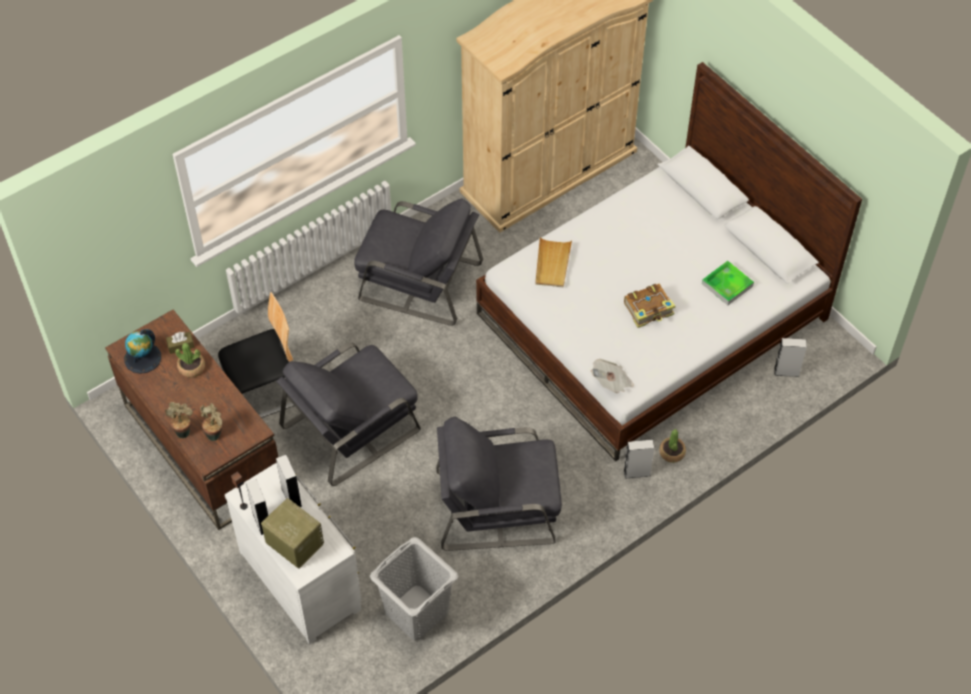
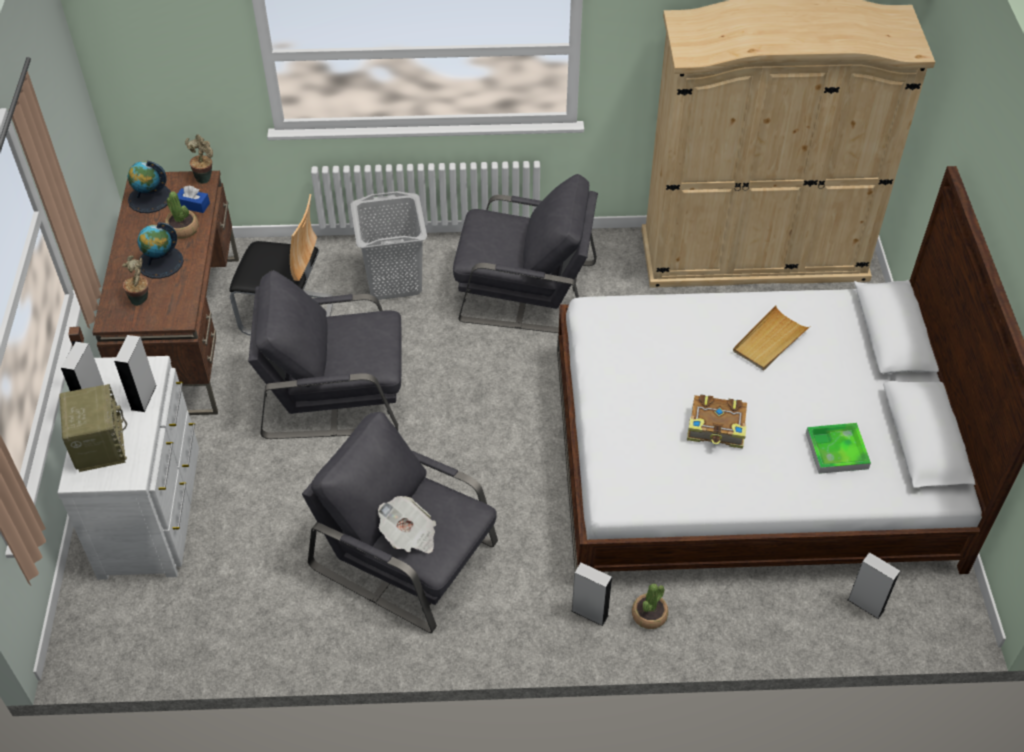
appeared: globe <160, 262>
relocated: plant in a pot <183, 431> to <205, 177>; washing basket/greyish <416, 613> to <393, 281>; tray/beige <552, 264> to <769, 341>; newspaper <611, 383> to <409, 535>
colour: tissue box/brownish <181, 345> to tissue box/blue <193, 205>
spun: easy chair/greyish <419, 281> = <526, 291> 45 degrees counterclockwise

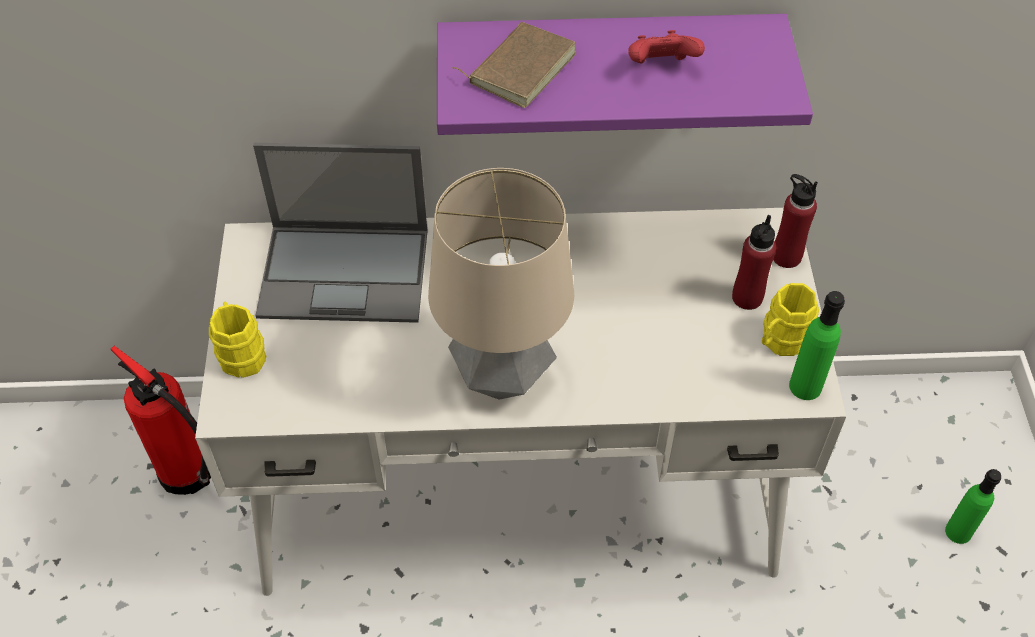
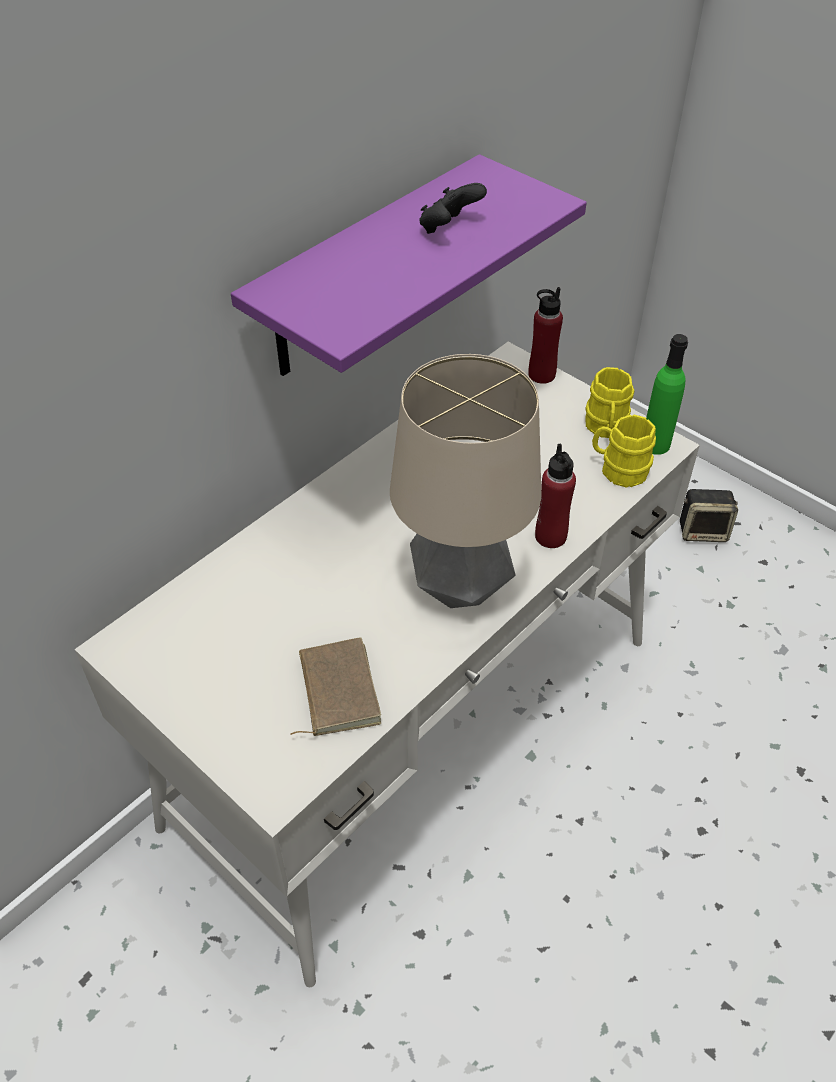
missing: fire extinguisher <189, 476>; portable computer <347, 273>
relocated: tea mug/yellow-coloured <241, 352> to <618, 470>; bound book/brownish <520, 67> to <335, 690>; bottle/reddish <747, 297> to <550, 536>
exchanged: bottle/green <958, 532> to audio speaker <703, 531>
colour: gamepad/reddish <661, 67> to gamepad/black <449, 228>

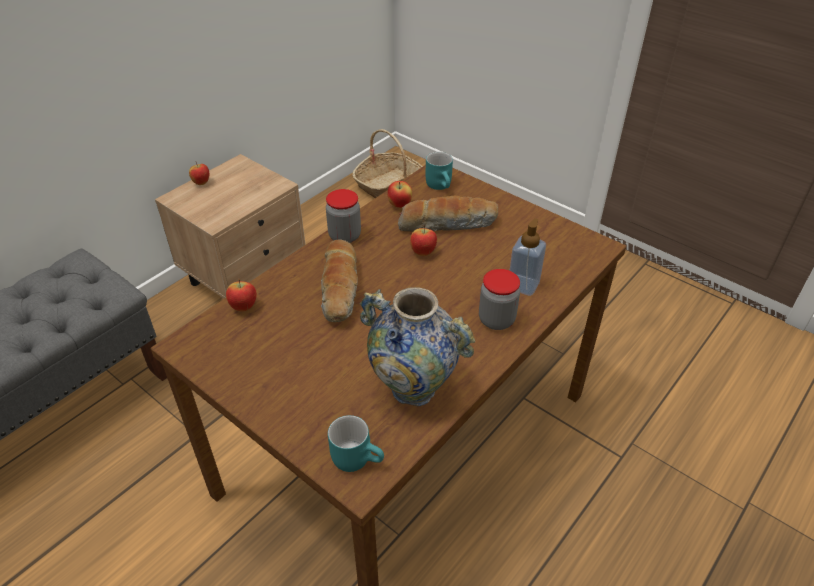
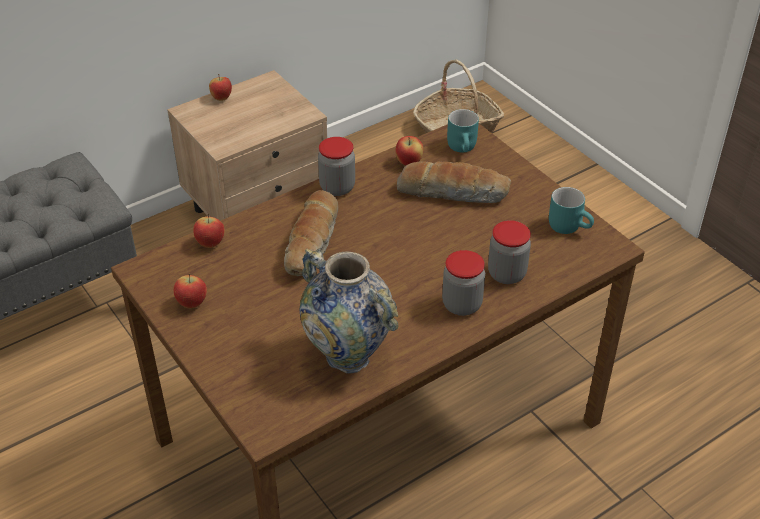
relocated: tea mug/turquoise-coloured <357, 457> to <570, 226>; whole apple <423, 253> to <192, 304>
exchanged: soap dispenser <523, 285> to preserve jar <506, 274>

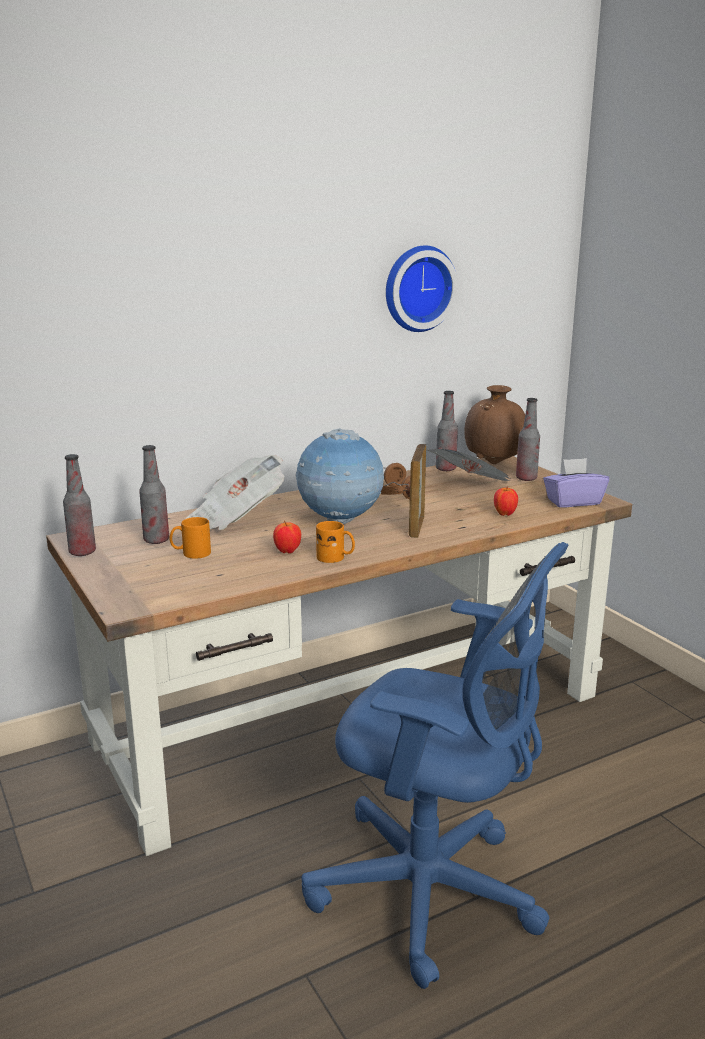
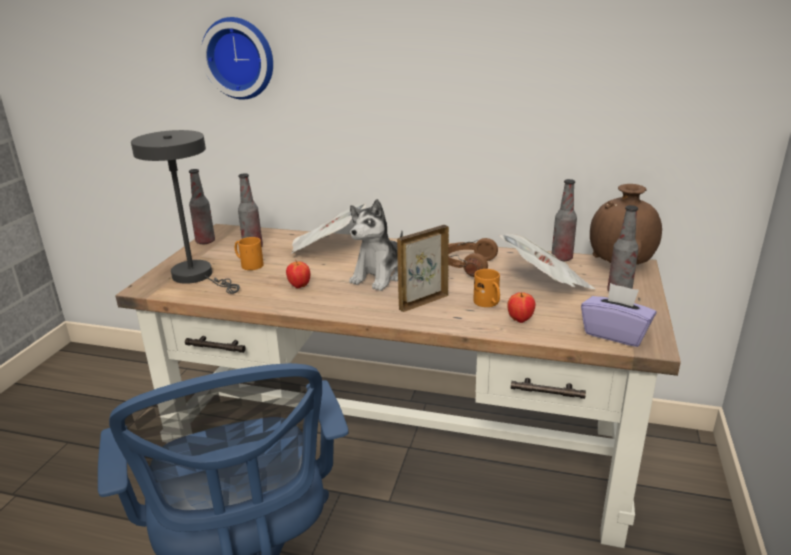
appeared: table lamp/greyish <198, 276>
relocated: tea mug/orange <336, 558> to <489, 303>; wall clock <417, 288> to <240, 58>
exchanged: globe <340, 521> to soft toy <381, 276>

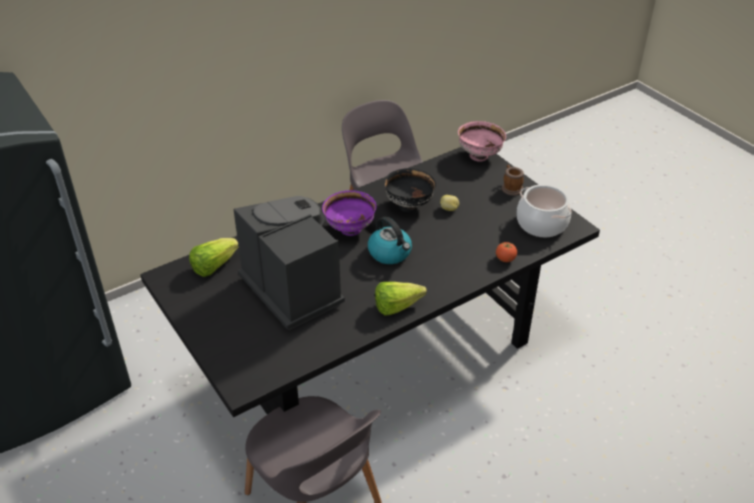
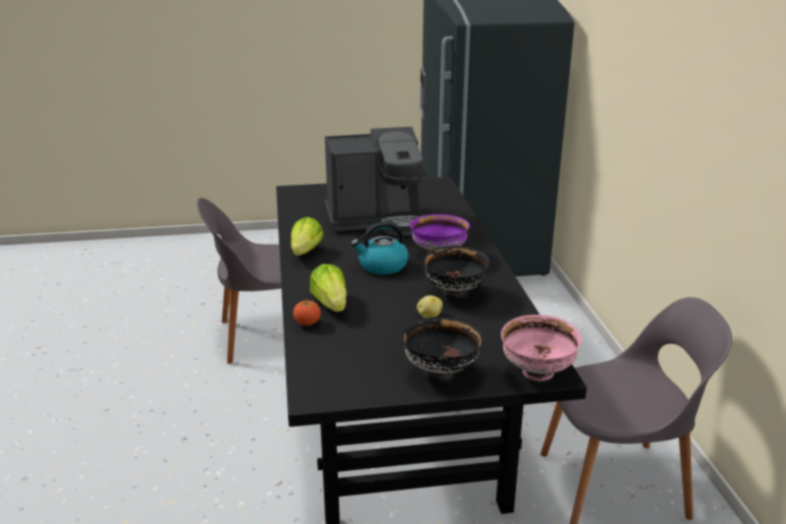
missing: cooking pot <541, 223>
relocated: lettuce <214, 266> to <331, 304>
exchanged: tea mug <511, 188> to deep dish/black <440, 373>

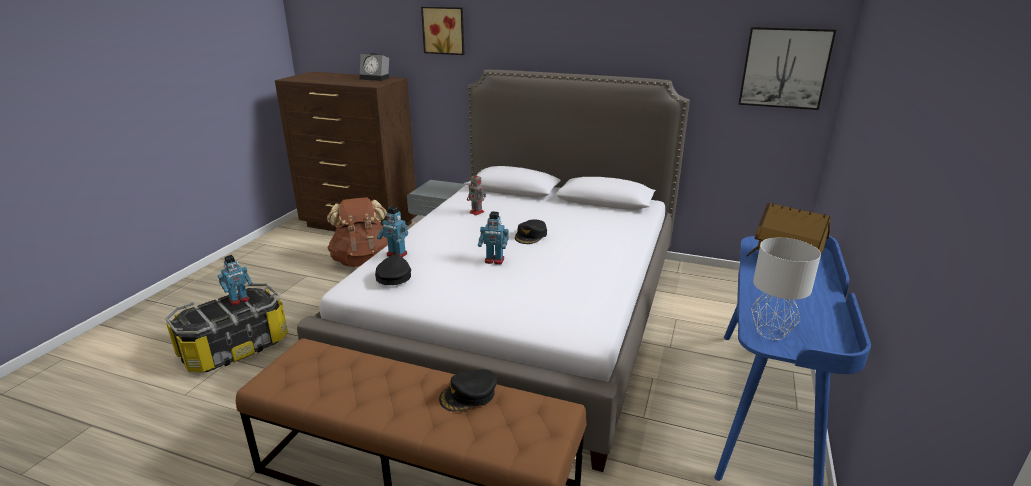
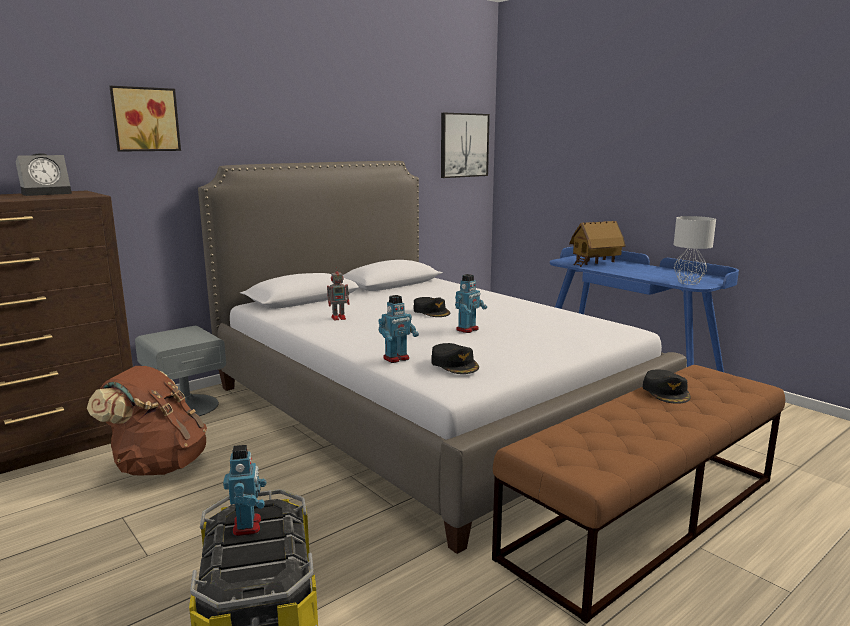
spun: baseball cap/black <393, 275> = <455, 364> 150 degrees counterclockwise

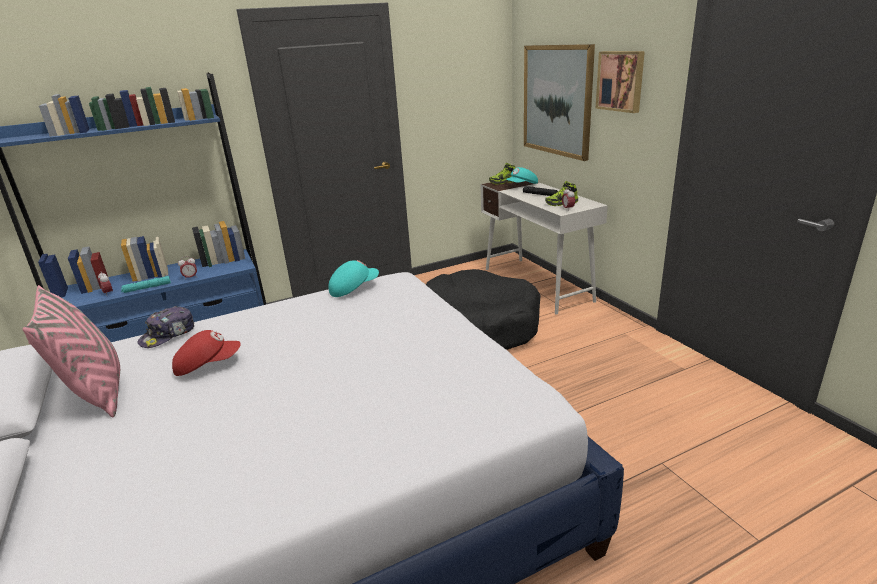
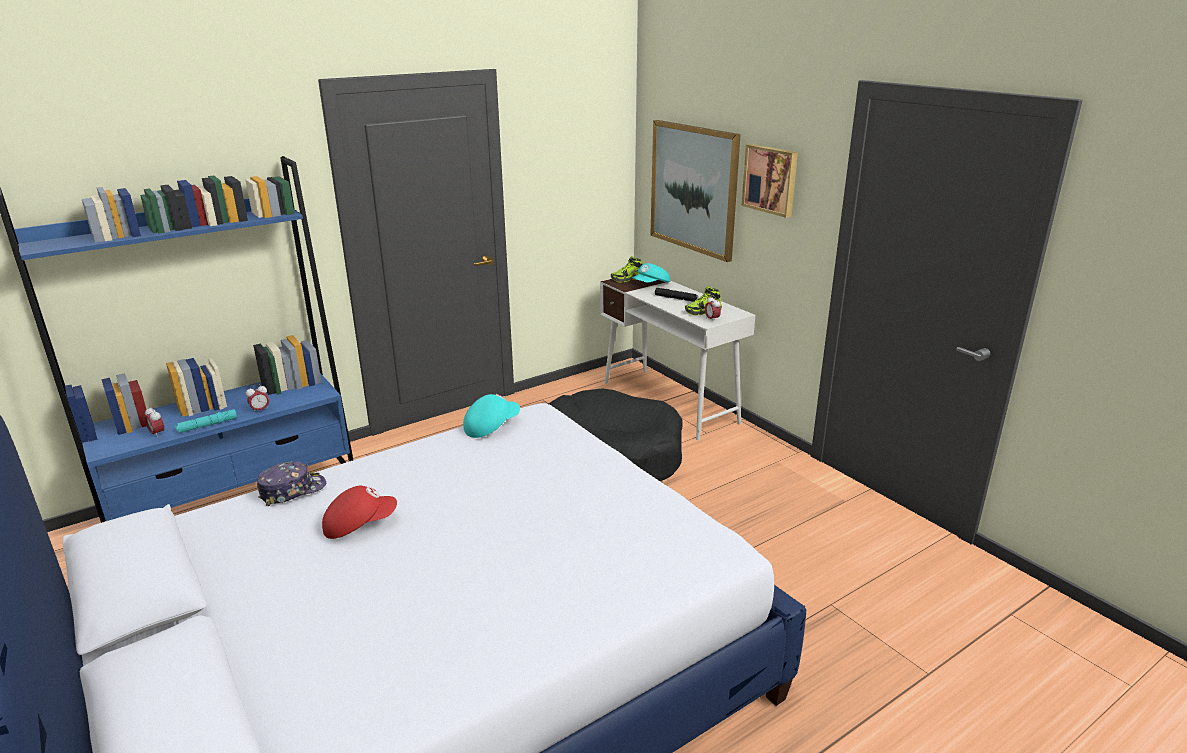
missing: pillow/pinkish <97, 393>
spun: baseball cap <168, 335> = <292, 490> 150 degrees counterclockwise

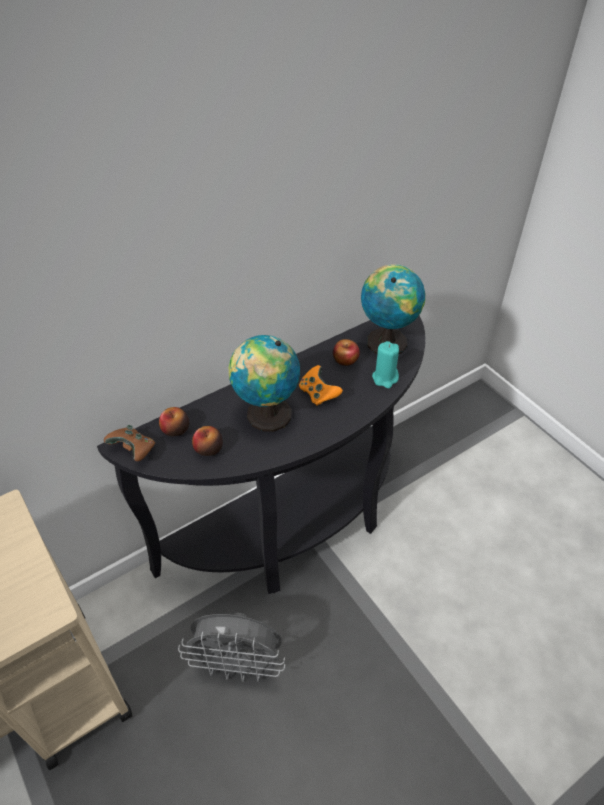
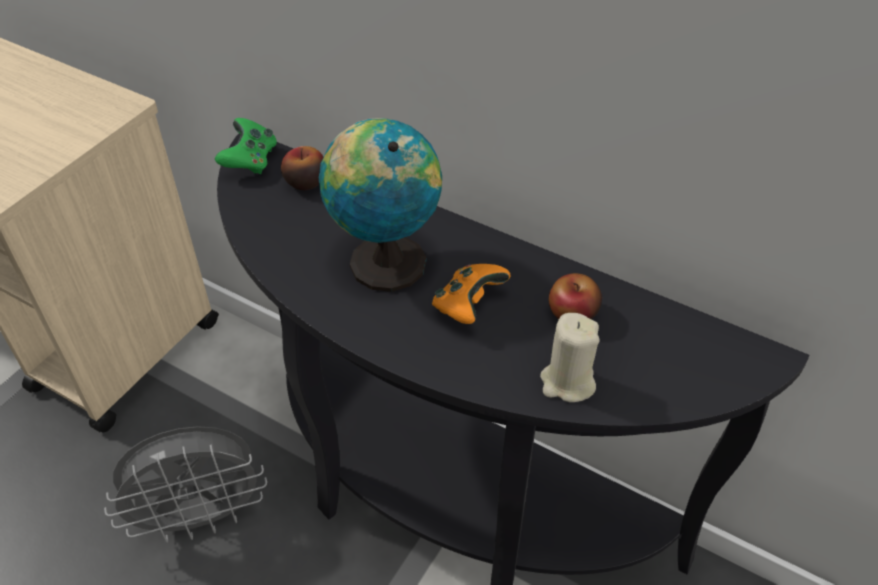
missing: whole apple <208, 448>; globe <387, 340>
colour: gamepad/brownish <134, 450> to gamepad/green <250, 161>; candle/turquoise-coloured <385, 378> to candle/beige <567, 382>
spun: electric fan/greyish <238, 665> = <201, 517> 90 degrees counterclockwise

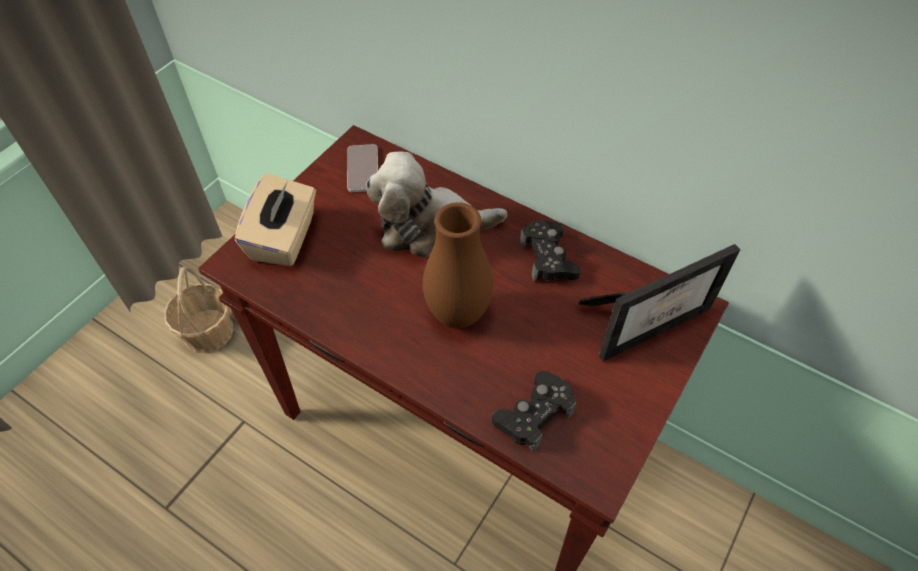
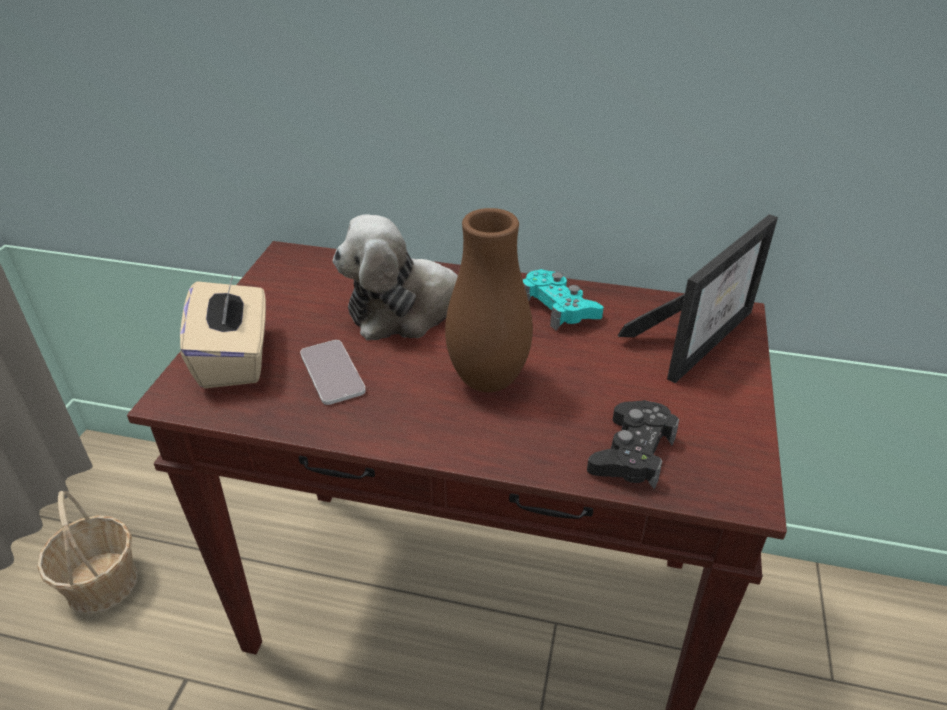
relocated: phone <363, 169> to <332, 373>
colour: gamepad/black <548, 258> to gamepad/turquoise-coloured <559, 308>

